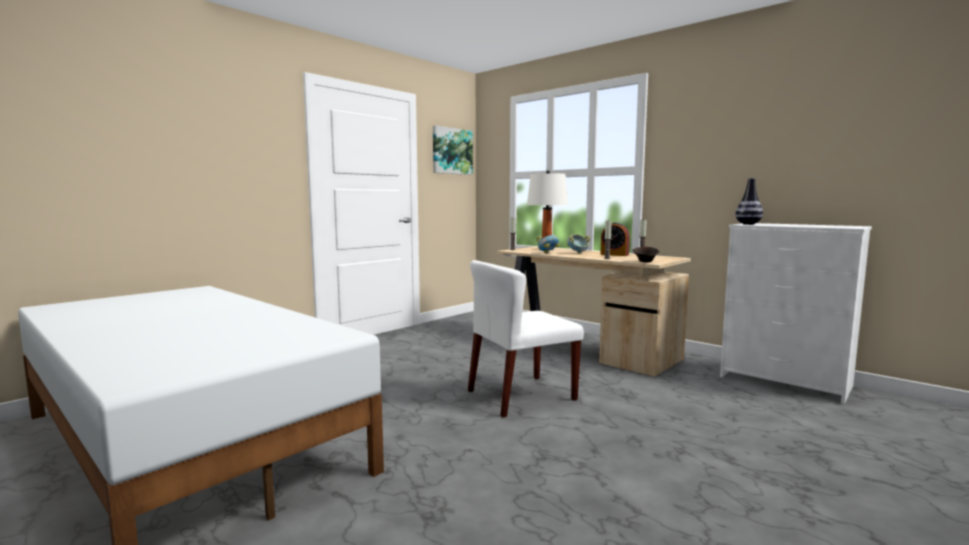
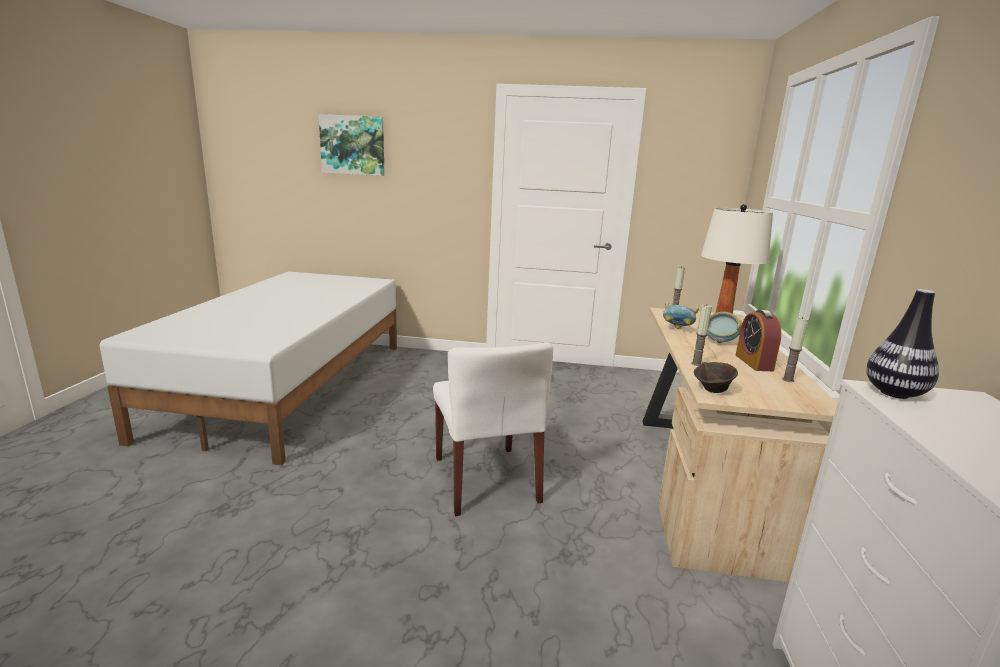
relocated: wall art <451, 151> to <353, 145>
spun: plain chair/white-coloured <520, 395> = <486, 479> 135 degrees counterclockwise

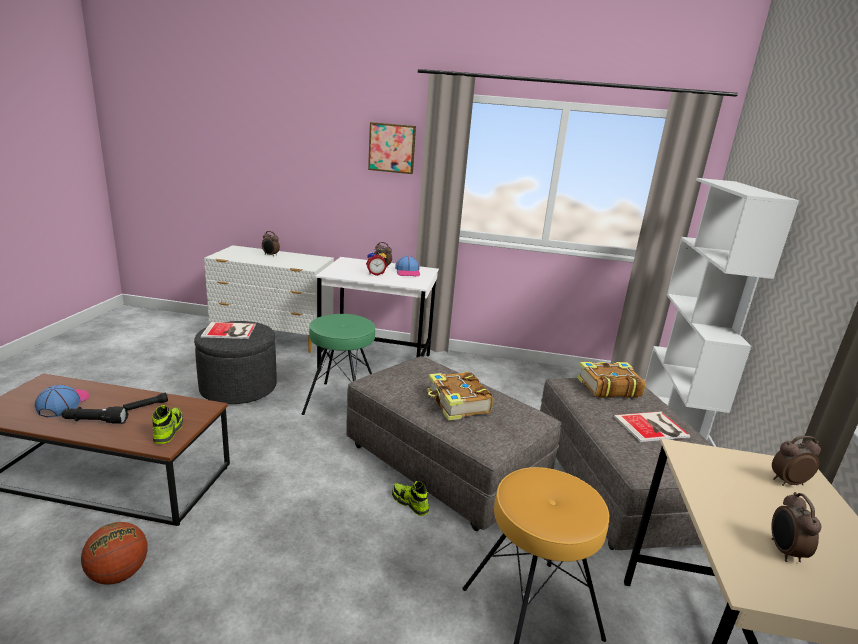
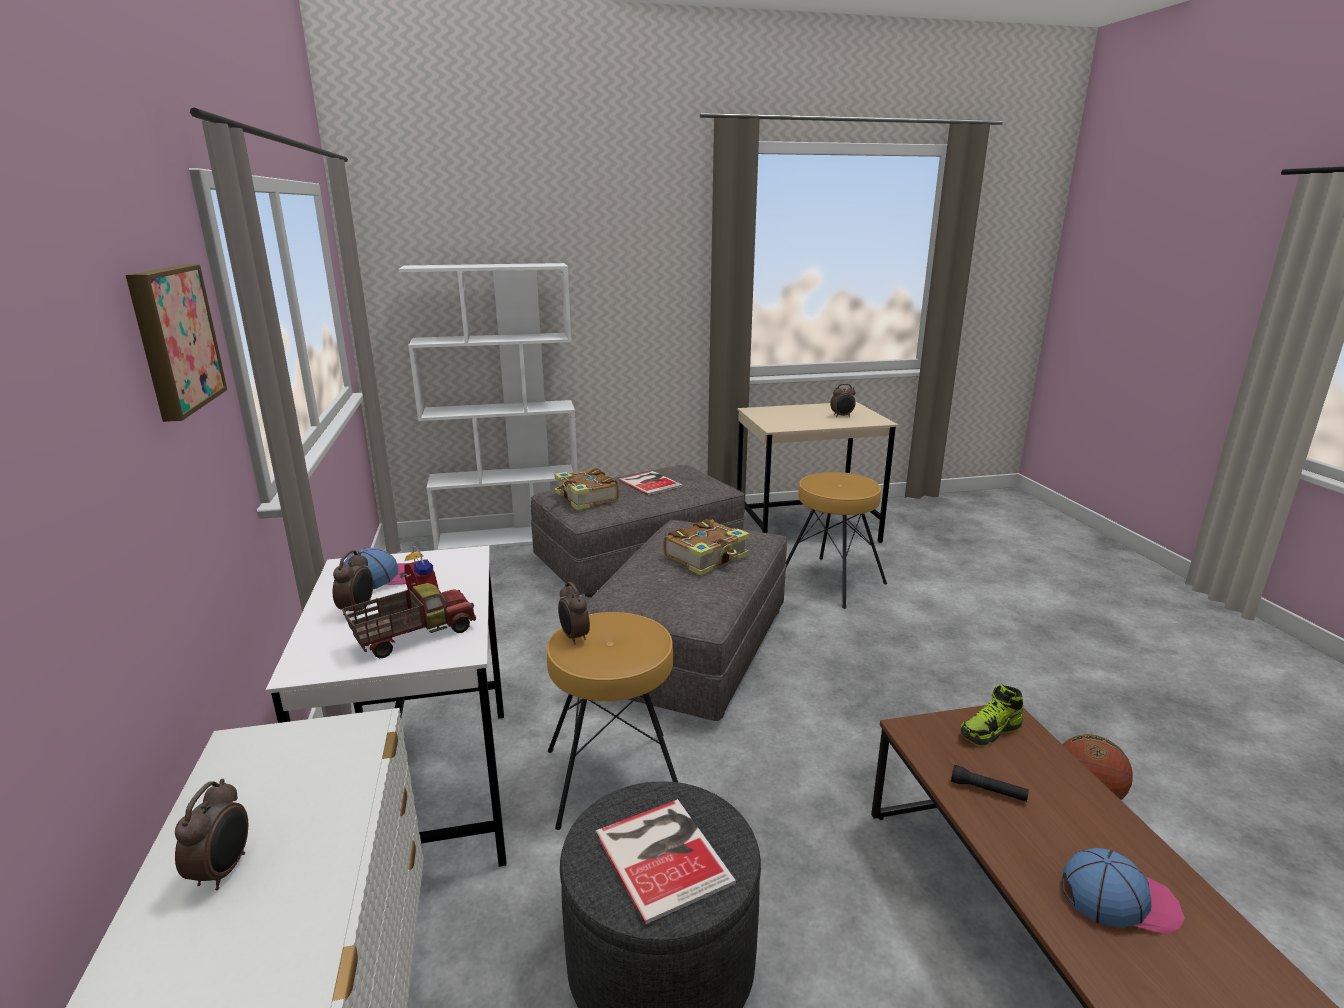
missing: flashlight/black <95, 421>; item of footwear <410, 503>
appeared: model truck <413, 636>
relocated: alarm clock <787, 482> to <574, 637>
colour: sitting stool/green <341, 402> to sitting stool/brownish <614, 778>
spun: baseball cap <63, 404> = <1119, 899> 150 degrees counterclockwise

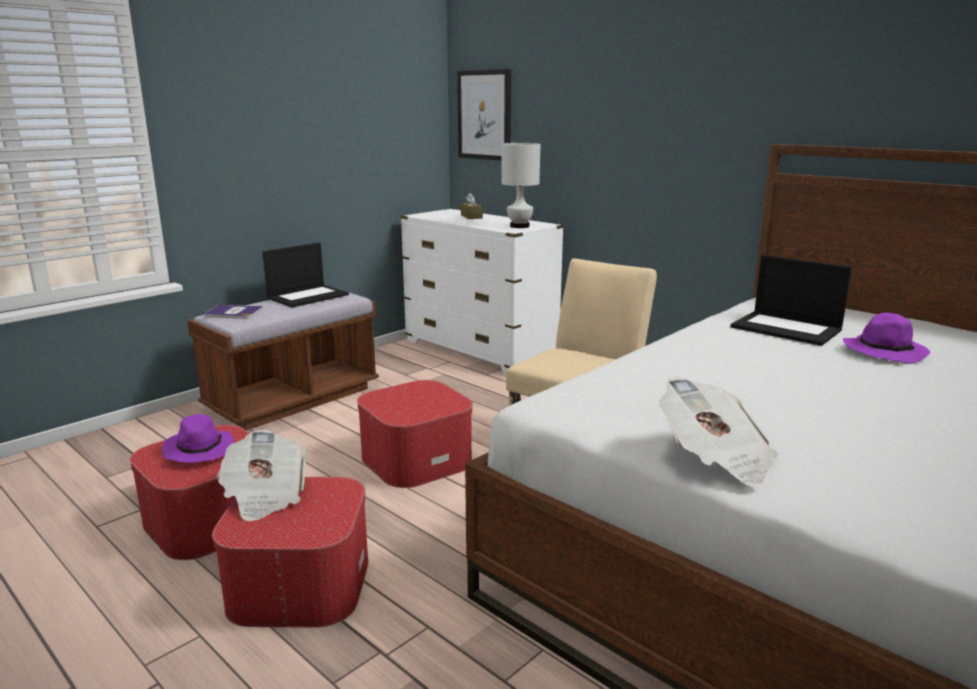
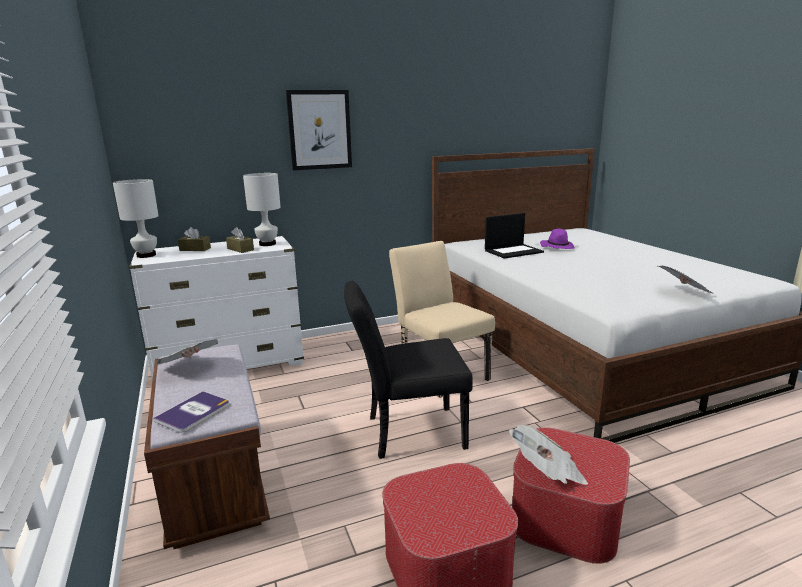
missing: clothing hat/purplish <199, 450>
appeared: table lamp/white-coloured <147, 255>; tissue box/brownish <240, 249>
relocated: wall art <485, 115> to <319, 130>
exchanged: portable computer <308, 296> to newspaper <189, 367>; footrest <416, 459> to plain chair/black <407, 433>

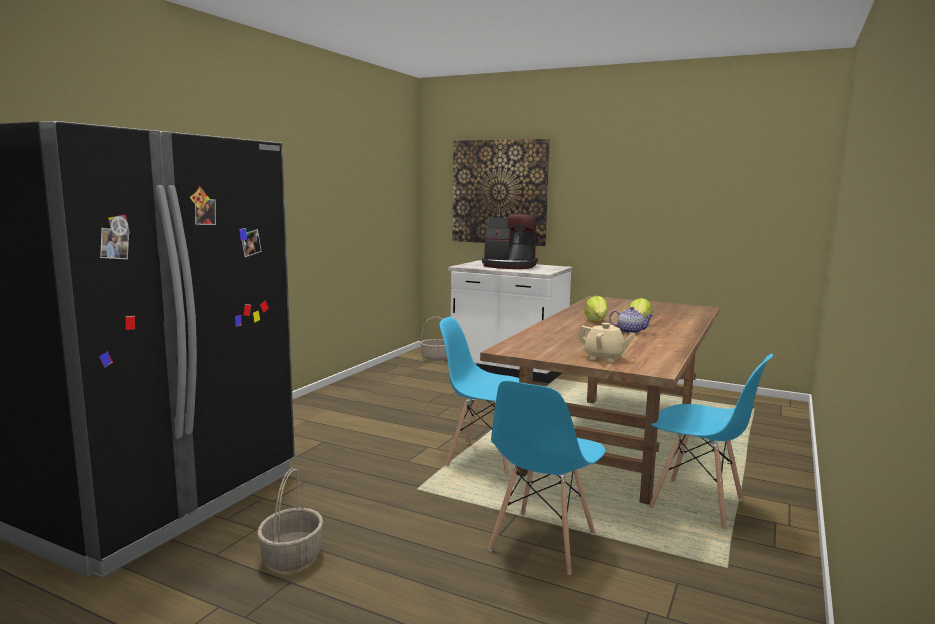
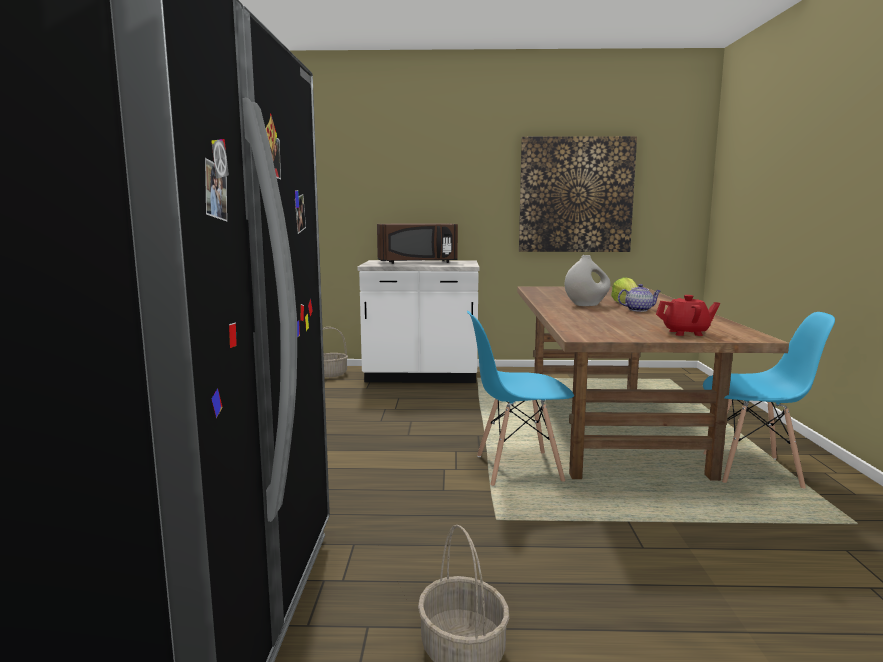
missing: plain chair/blue <542, 542>
relocated: wall art <499, 192> to <576, 195>
exchanged: coffee machine <509, 266> to microwave/brownish <417, 262>; lettuce <596, 321> to vase/white-coloured <586, 305>
colour: tea pot/beige <604, 358> to tea pot/reddish <686, 333>

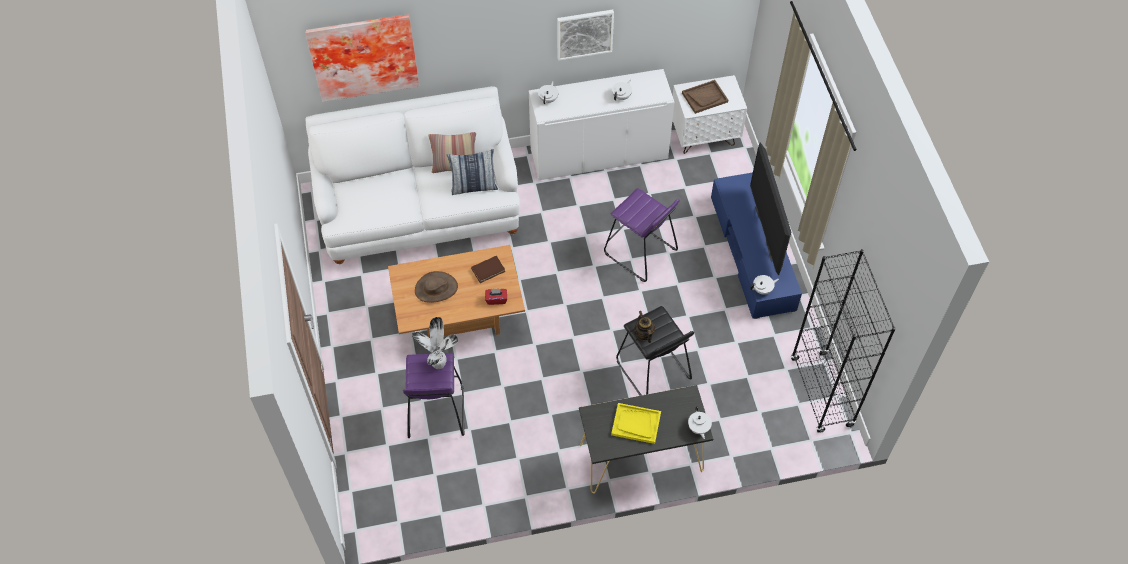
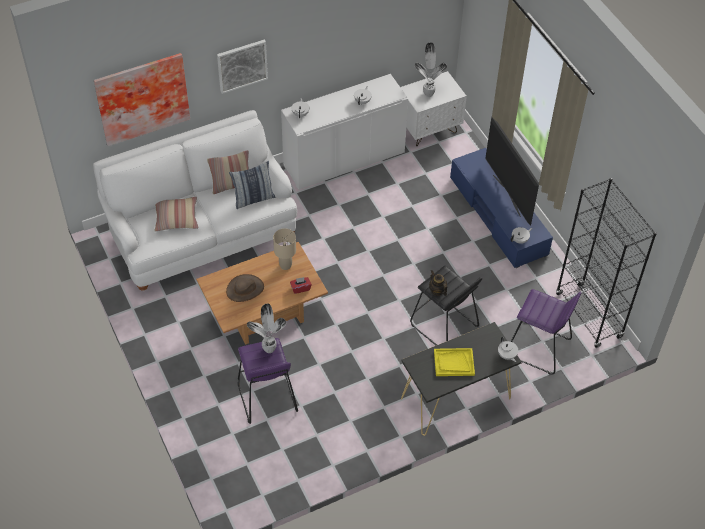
appeared: pillow <176, 218>
relocated: wall art <584, 33> to <242, 65>; sitting stool/purplish <640, 252> to <538, 347>
exchanged: bound book/brownish <488, 270> to table lamp/beige <286, 265>; tray/brownish <704, 97> to plant in a pot <428, 93>

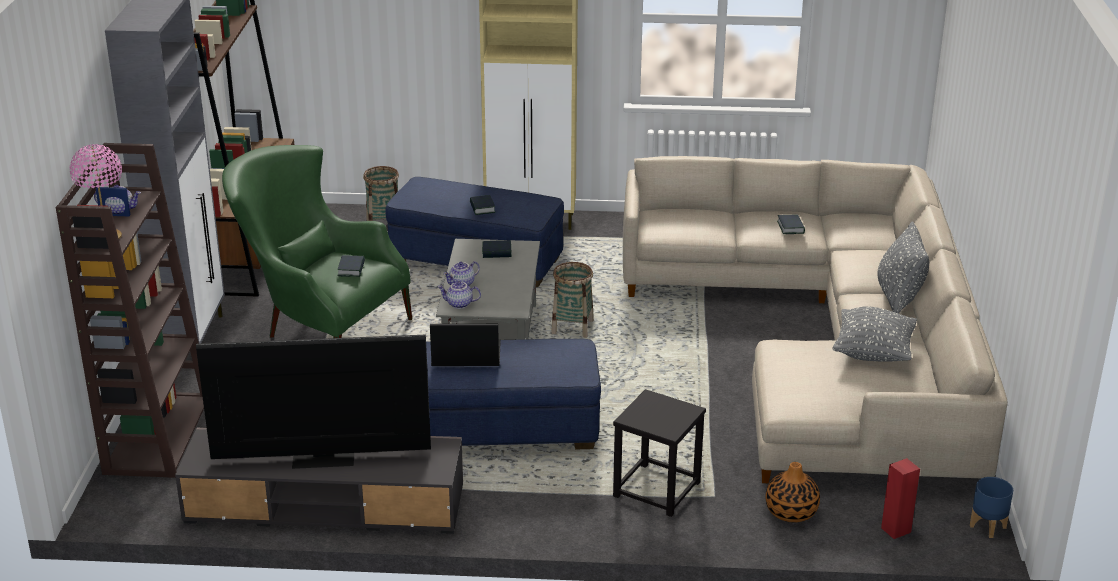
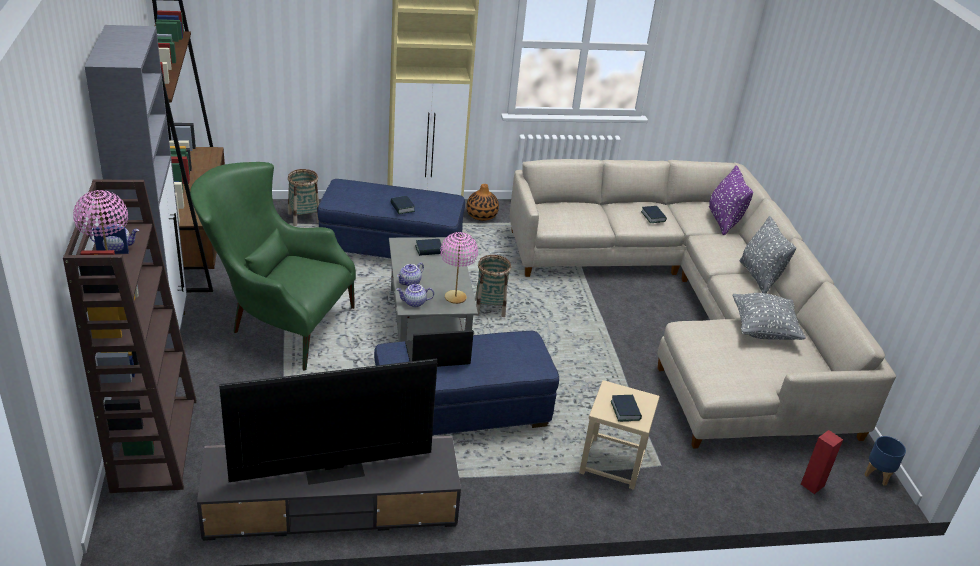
appeared: table lamp/pinkish <455, 297>; pillow/purplish <723, 221>
relocated: bound book <351, 269> to <625, 410>; vase <791, 512> to <481, 215>
colour: sitting stool/black <656, 490> to sitting stool/beige <612, 463>

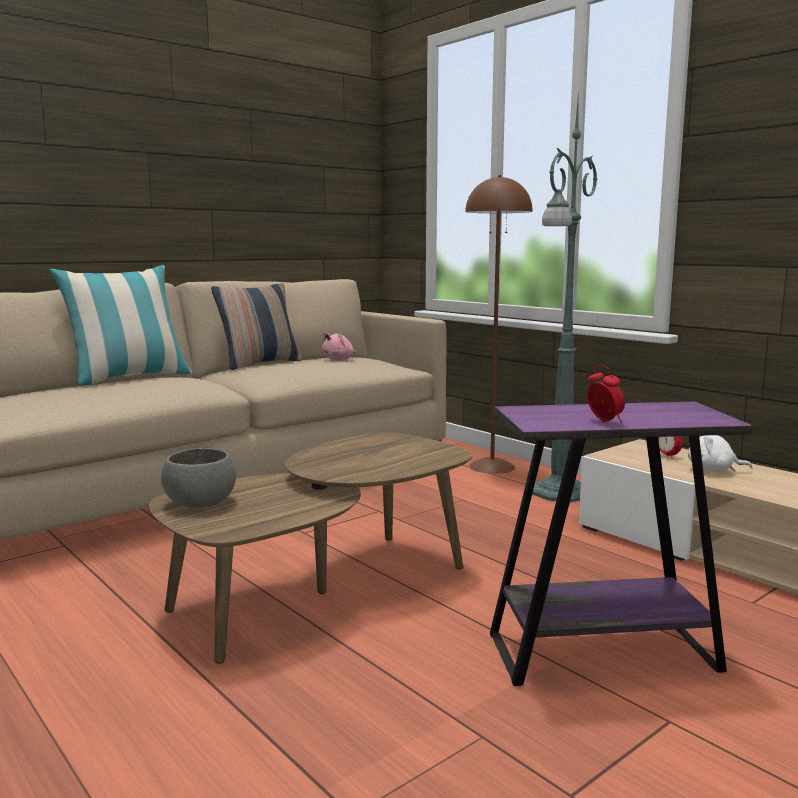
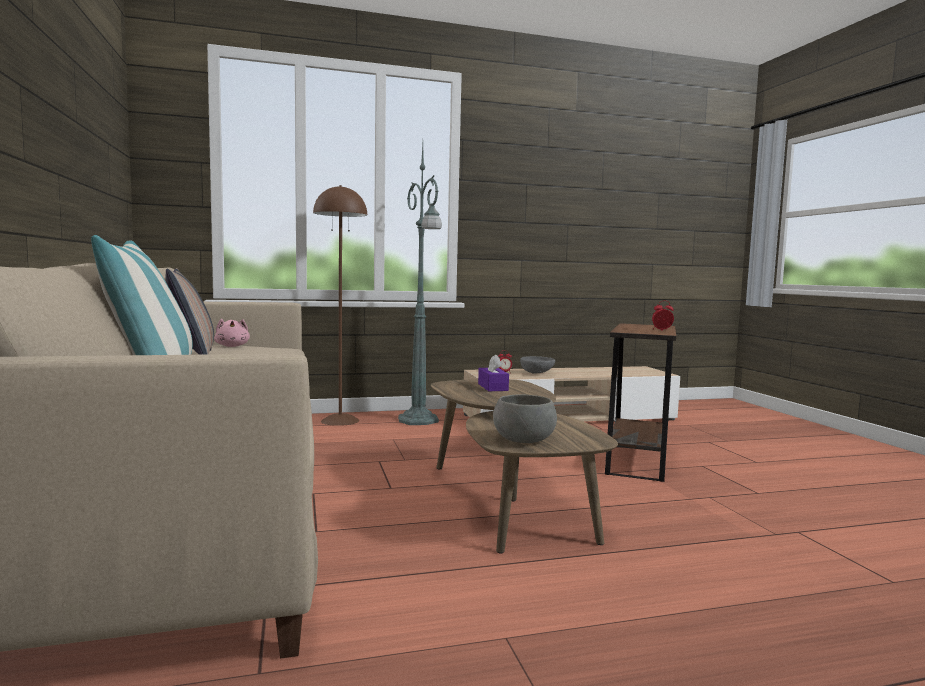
appeared: tissue box/purplish <492, 387>
exchanged: soft toy/white-coloured <713, 470> to deep dish/greyish <537, 373>
colour: side table/purplish <602, 652> to side table/brownish <637, 460>

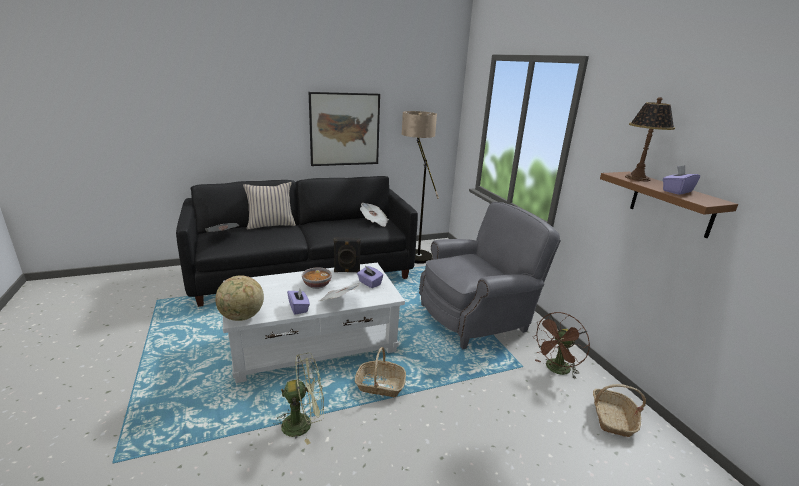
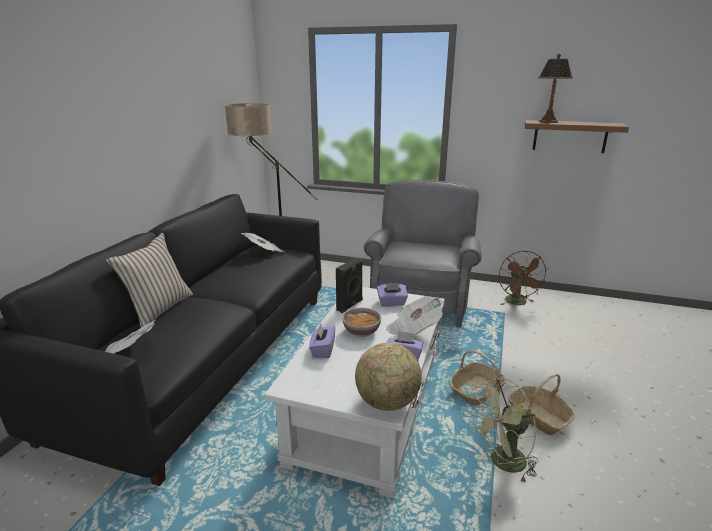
missing: wall art <344, 129>
relocated: storage basket <612, 418> to <538, 416>; tissue box/purplish <676, 191> to <322, 350>
spun: electric fan/green <303, 423> = <502, 463> 135 degrees counterclockwise

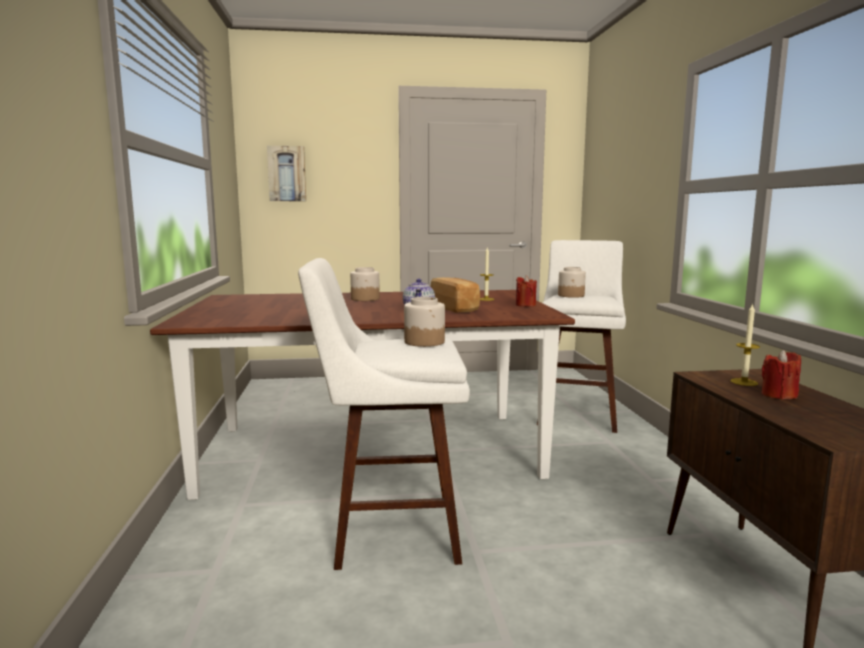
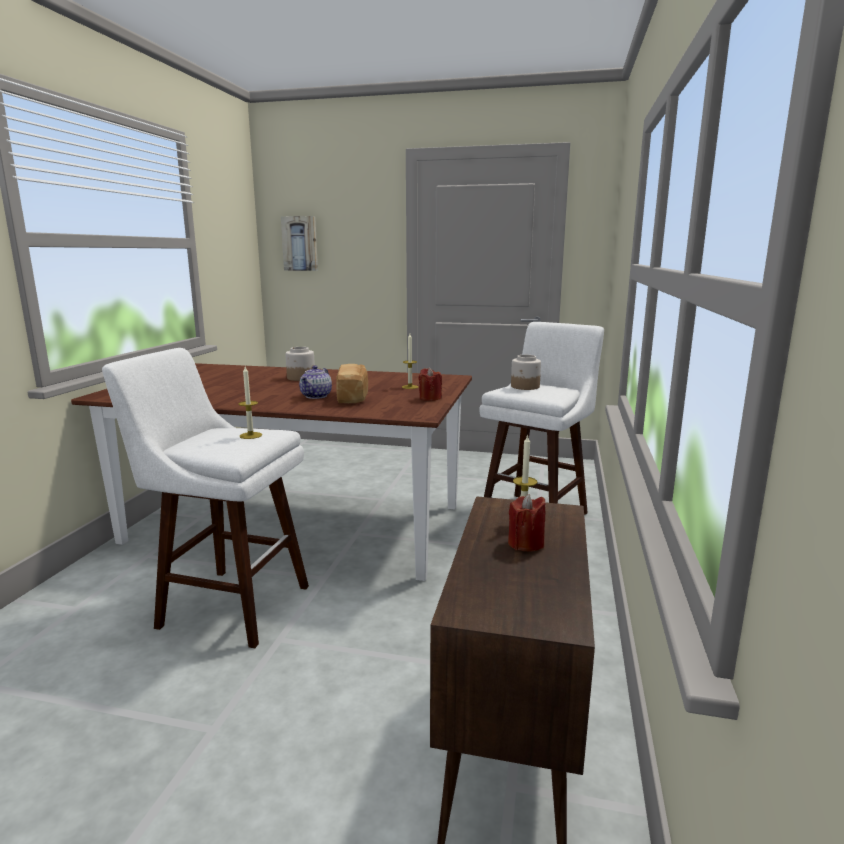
exchanged: preserve jar <424, 342> to candle <250, 435>

